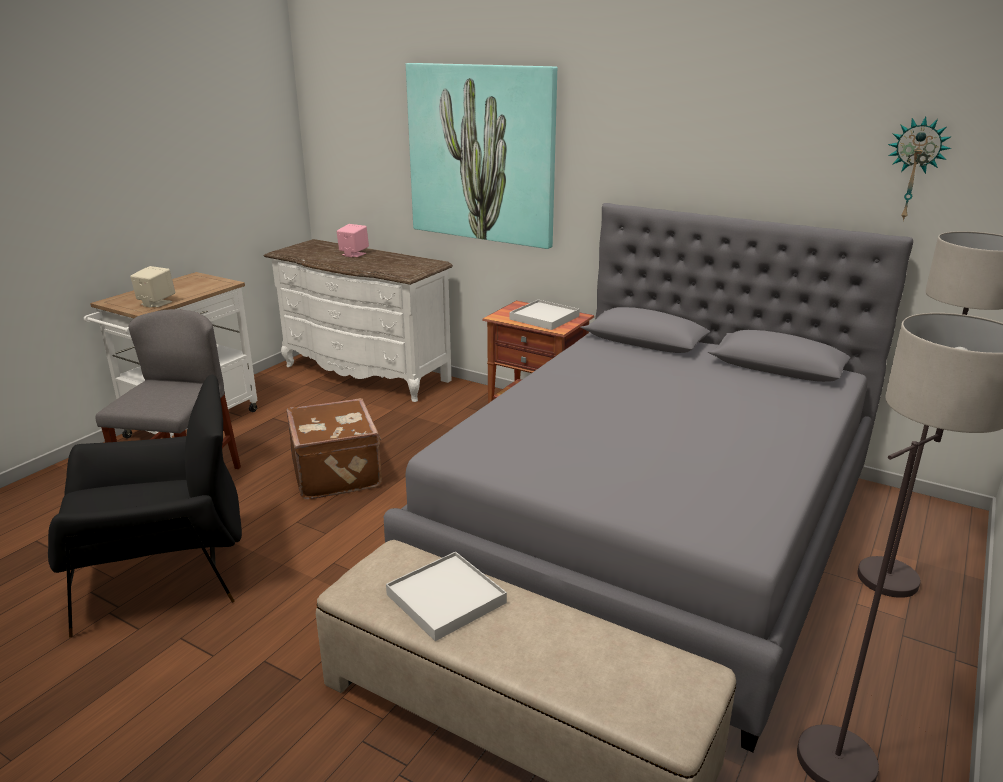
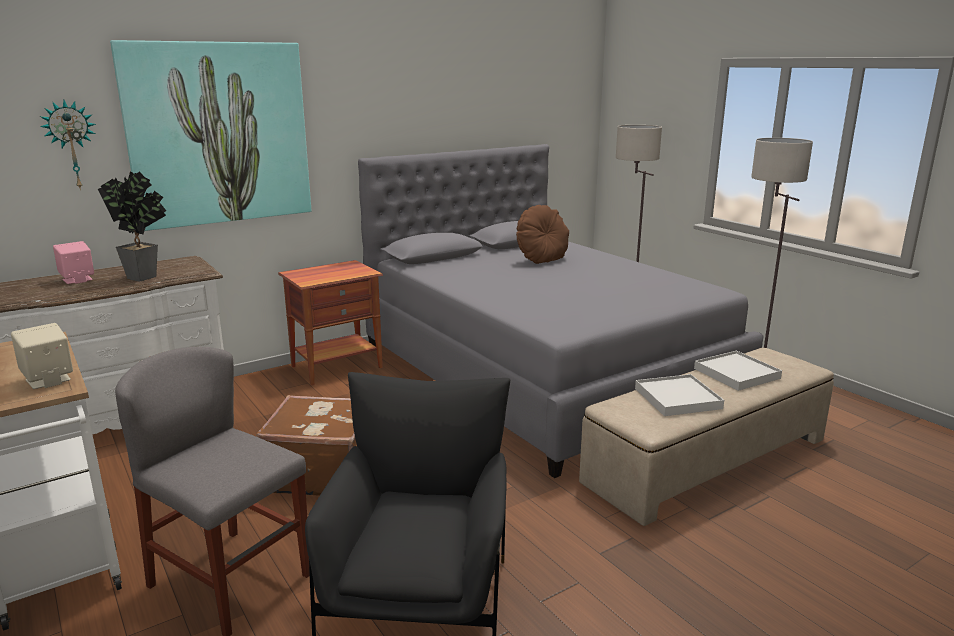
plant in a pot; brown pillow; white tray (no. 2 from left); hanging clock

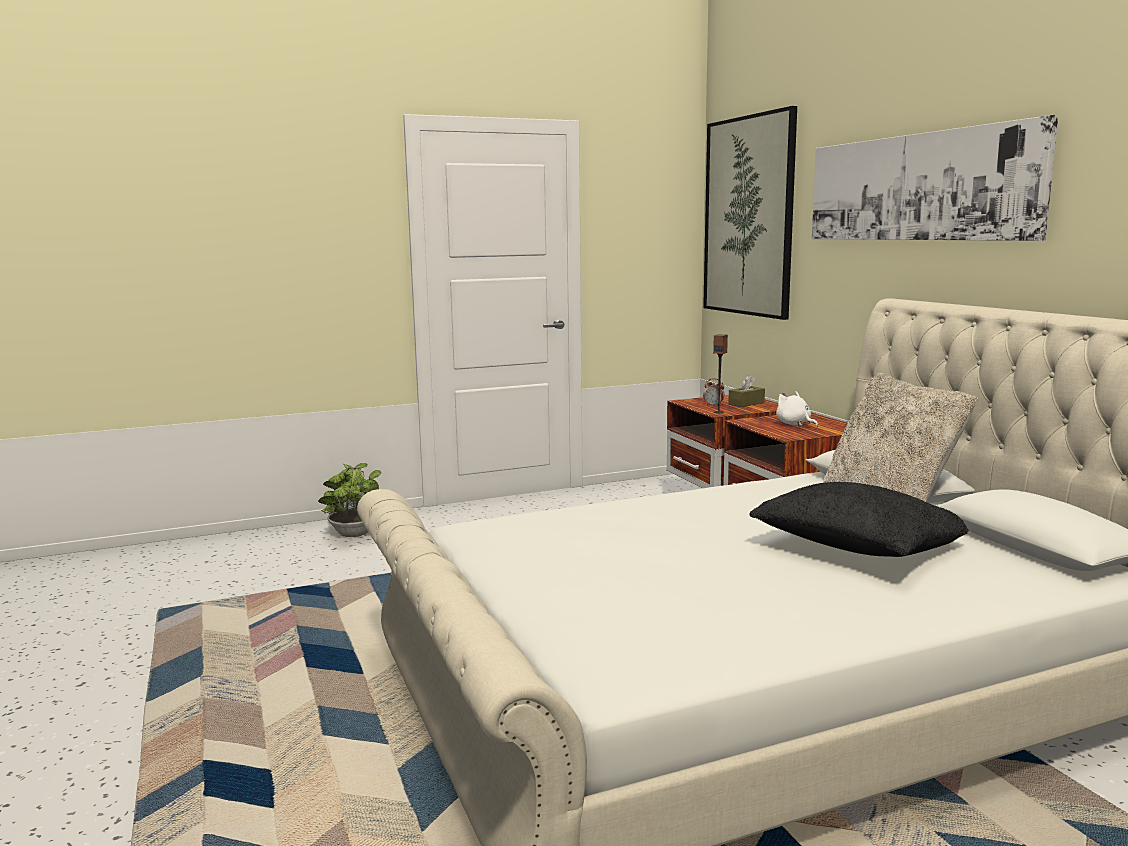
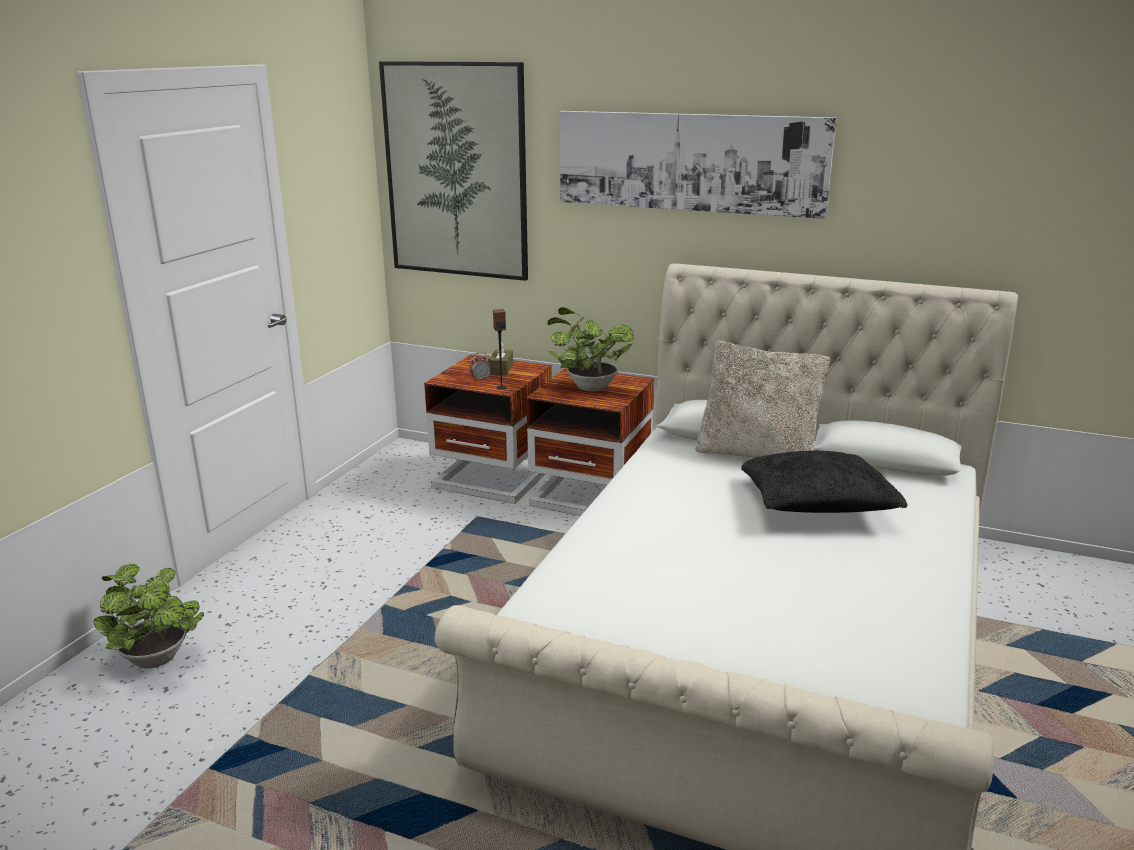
plant in a pot (no. 2 from left)

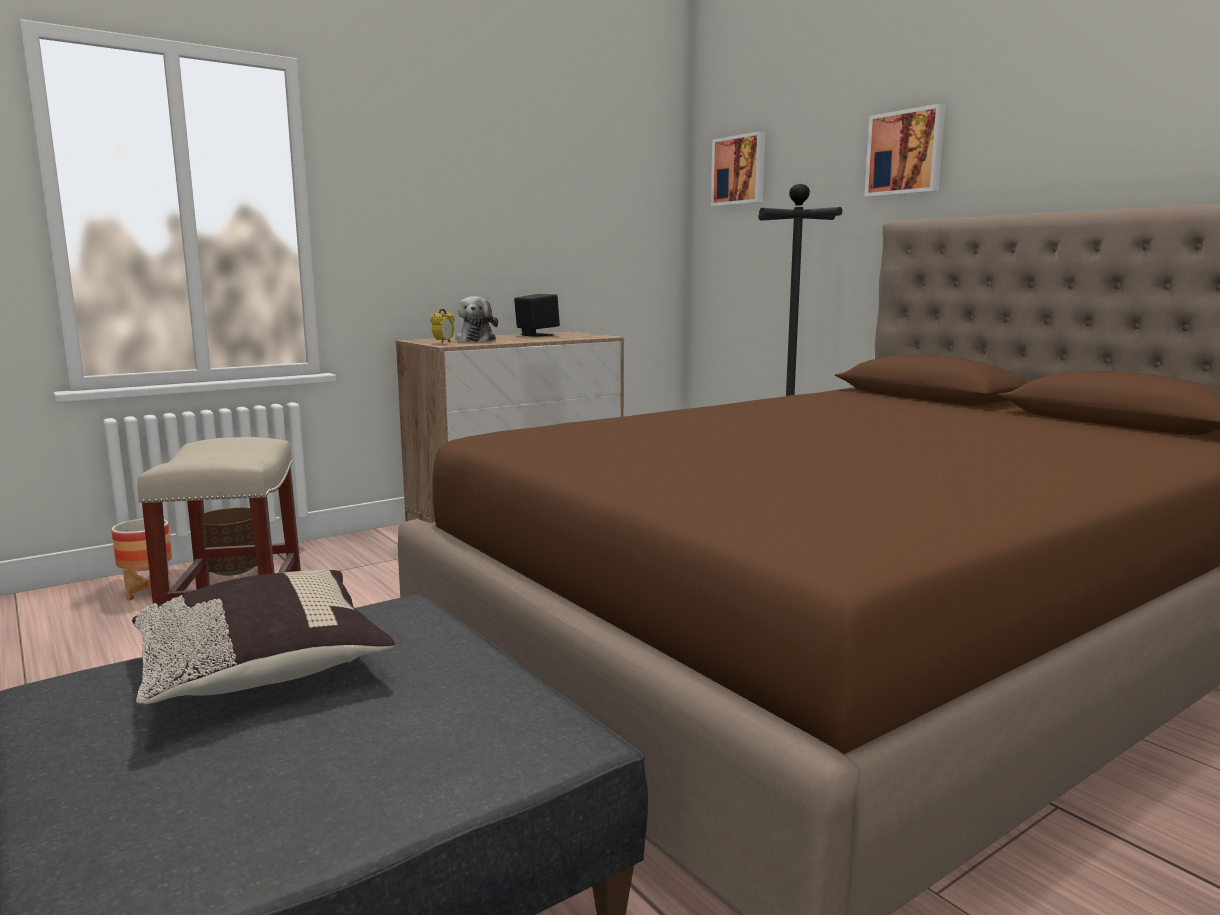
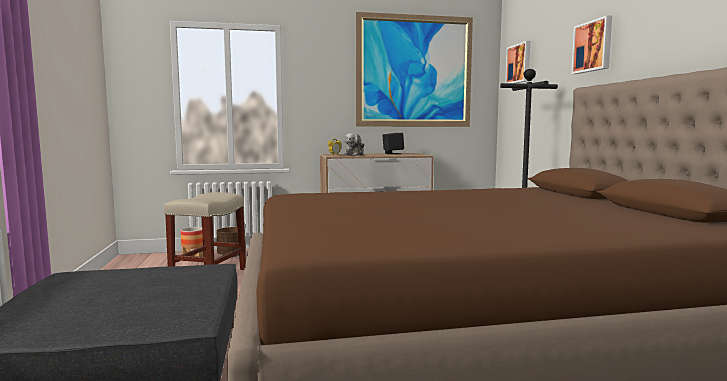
pillow; wall art (no. 1 from left)

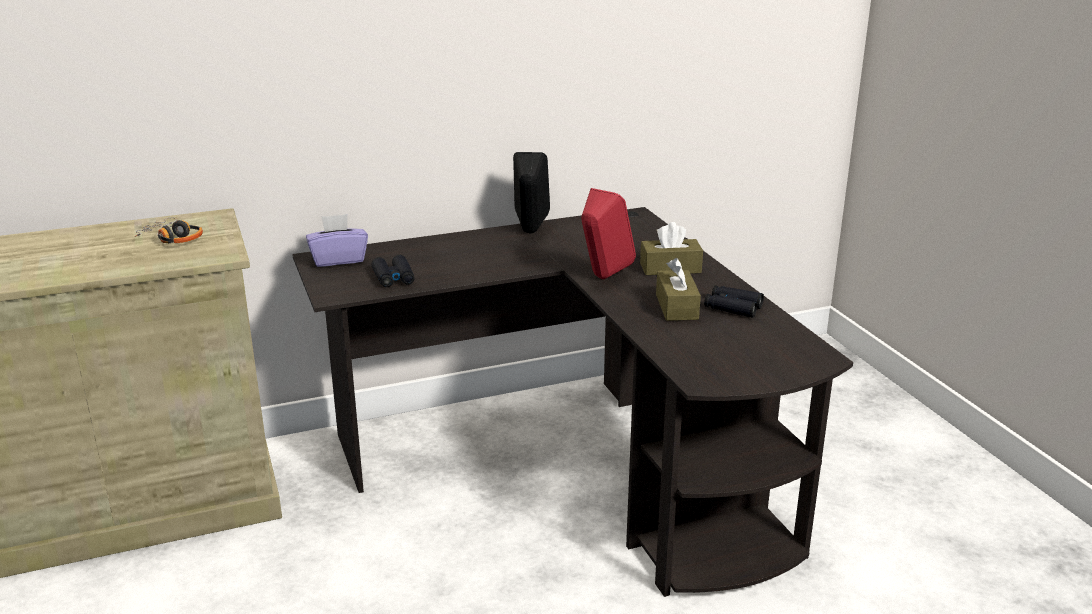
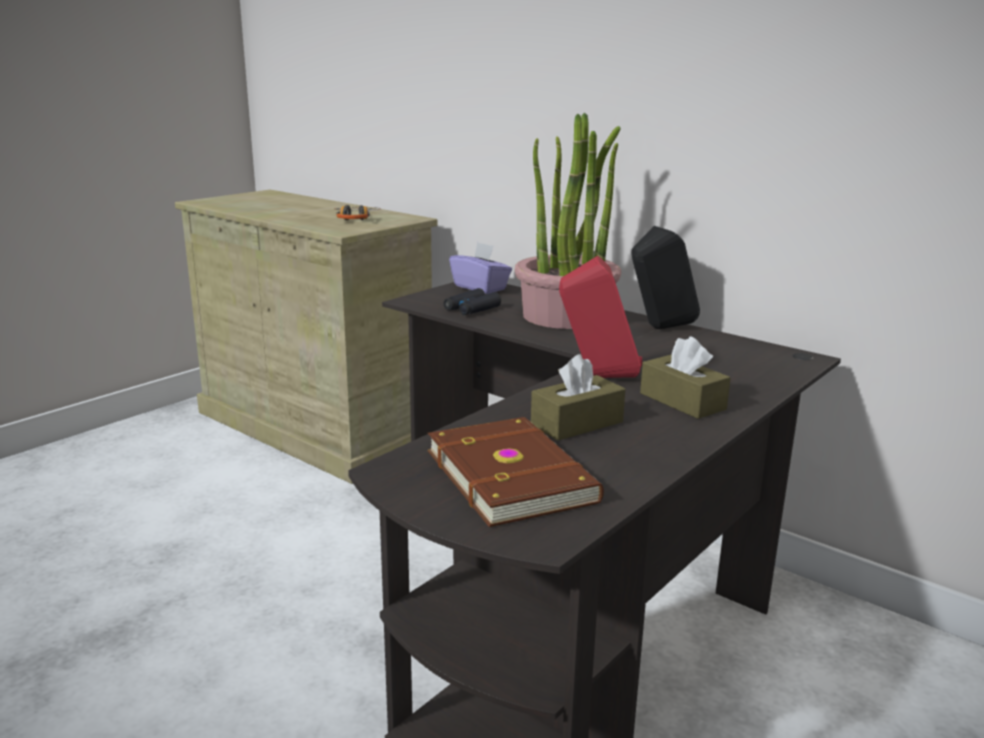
blackish pair of binoculars (no. 2 from left in the first image); brown volume; plant in a pot

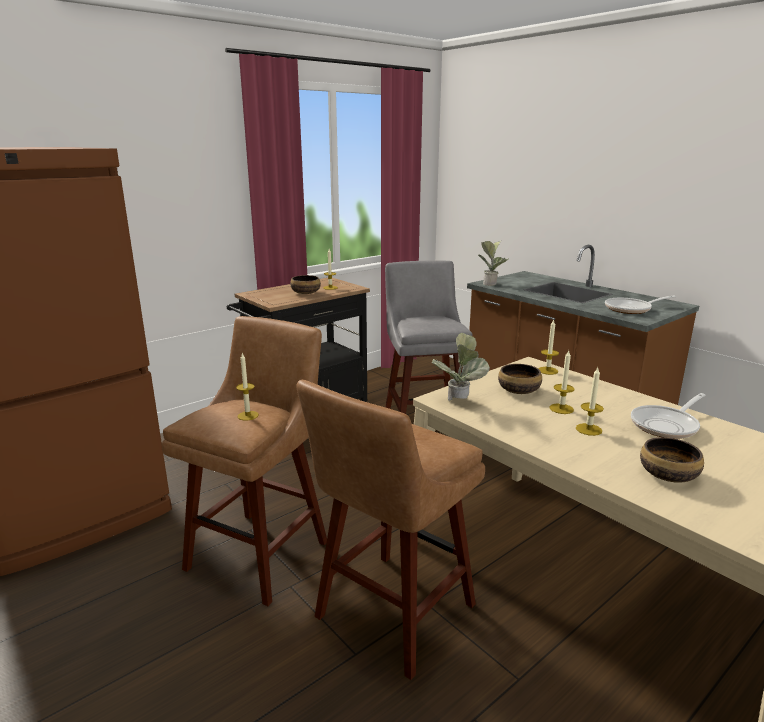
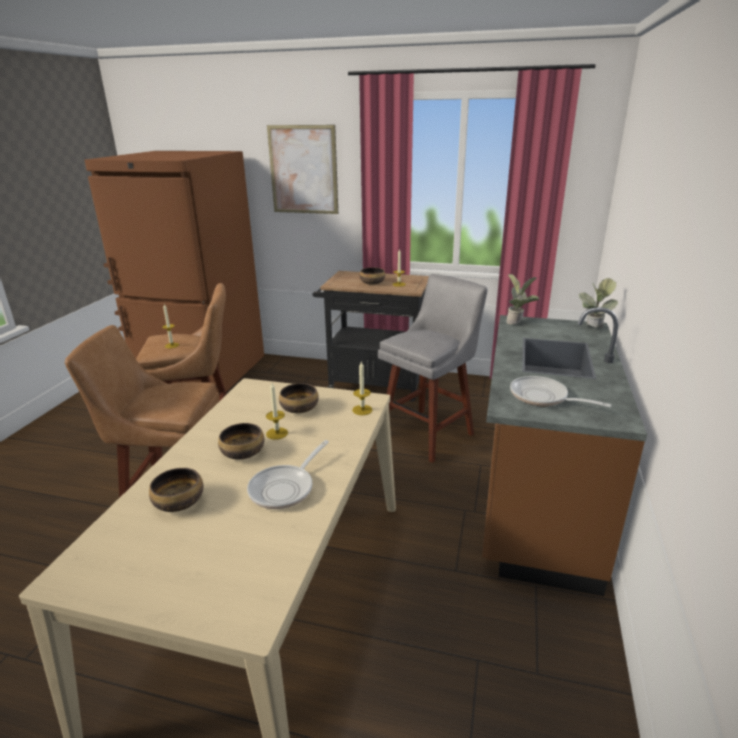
wall art; plant in a pot (no. 2 from left); bowl (no. 2 from left); pan (no. 1 from left)

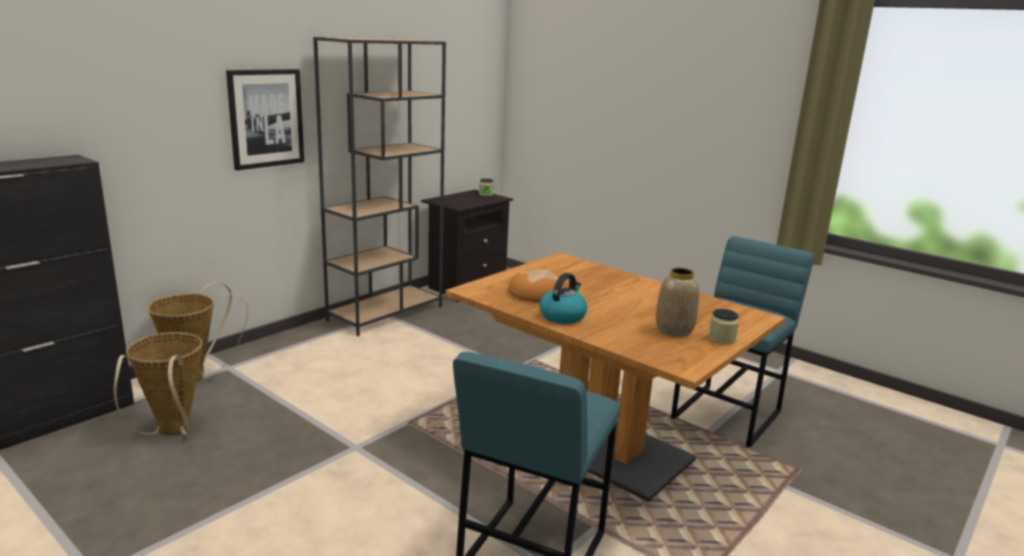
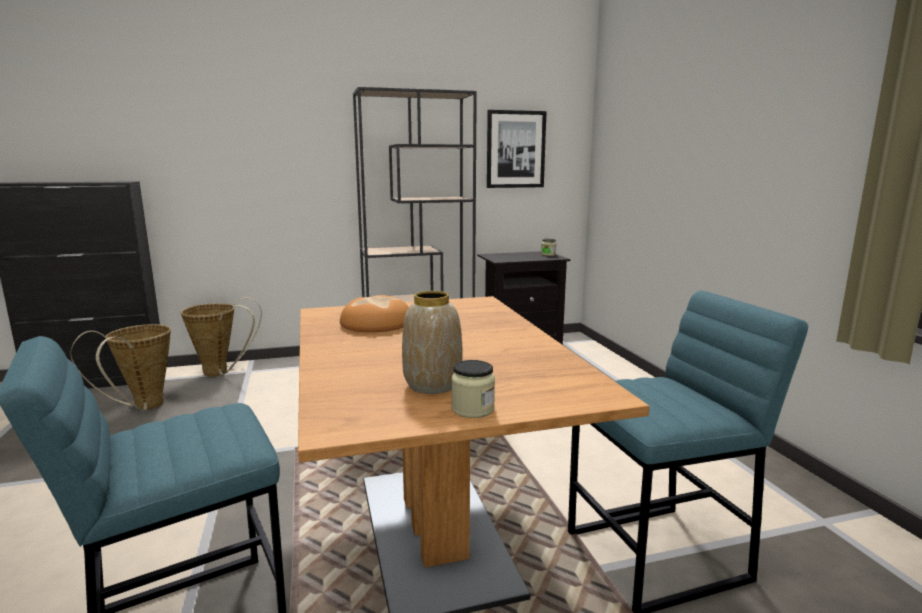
kettle; wall art

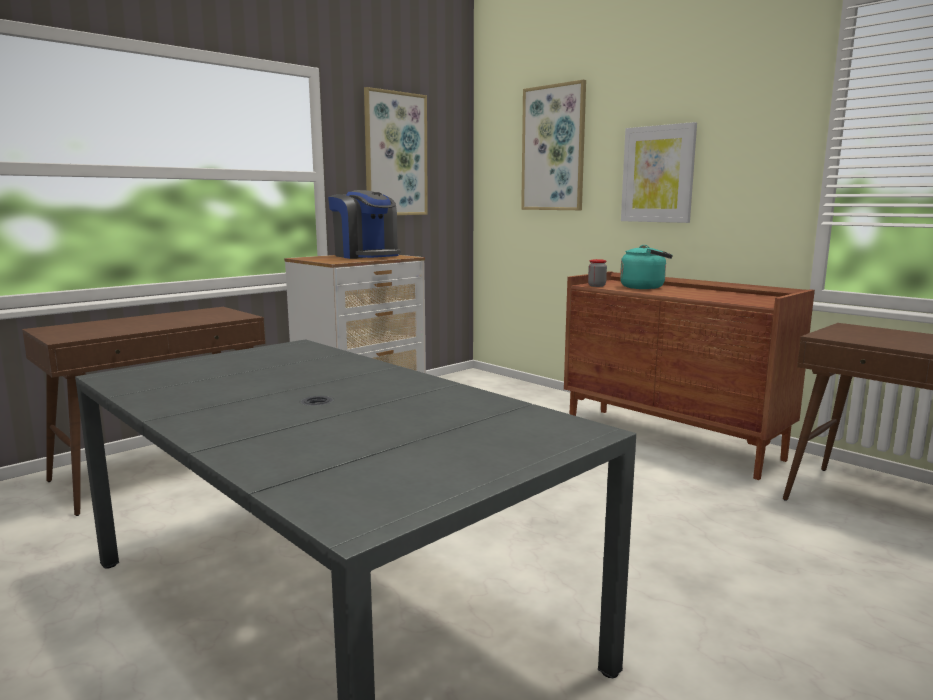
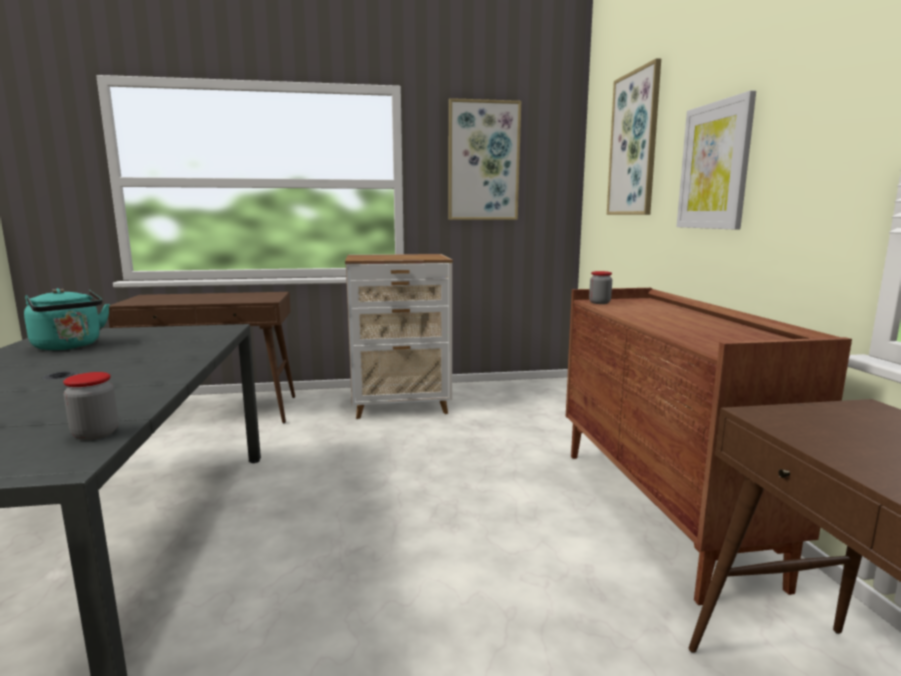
coffee machine; preserve jar (no. 1 from left); turquoise-coloured kettle

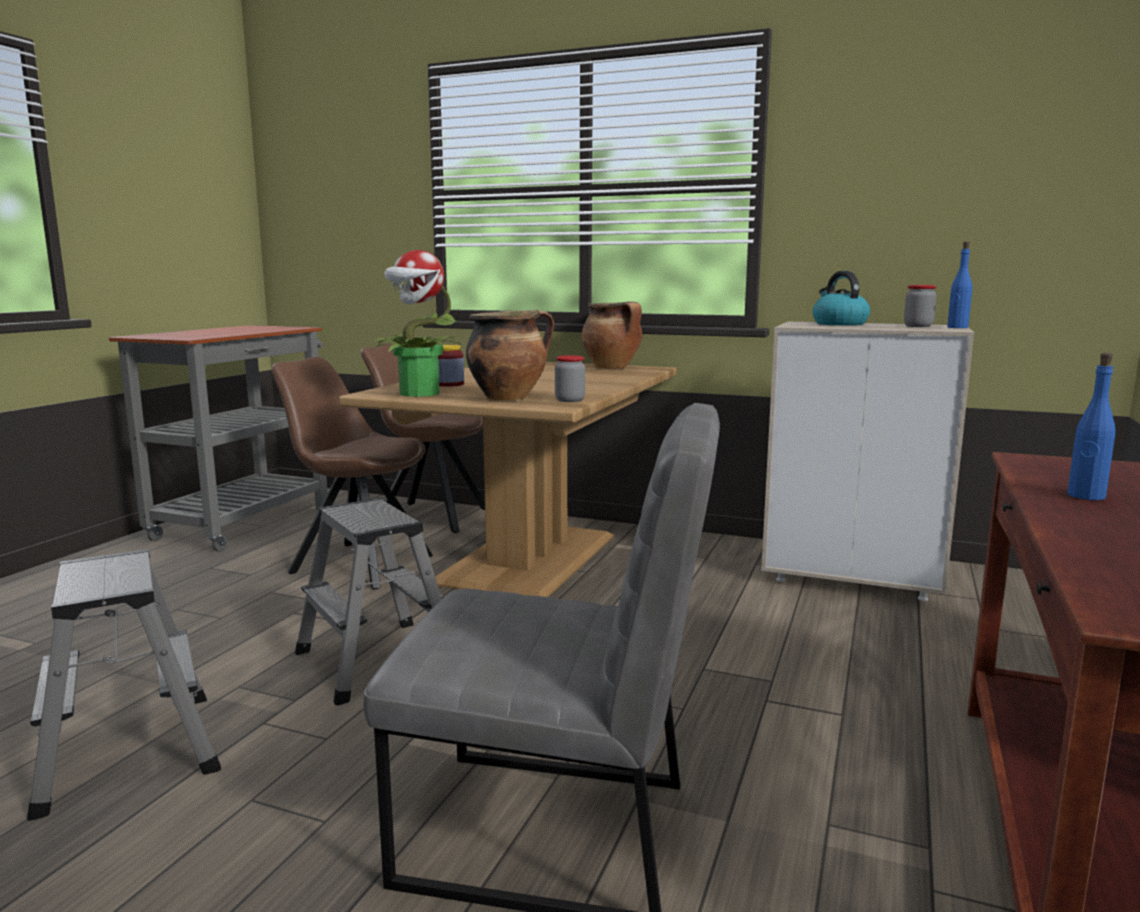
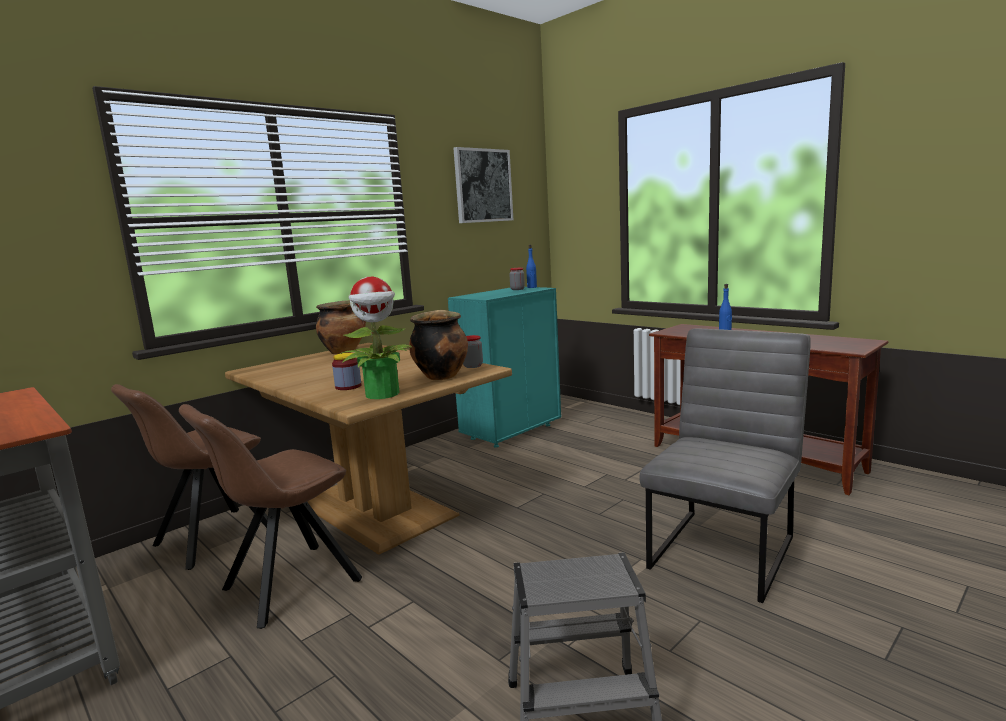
greyish step ladder (no. 2 from left in the first image); kettle; wall art; turquoise-coloured storage cabinet

